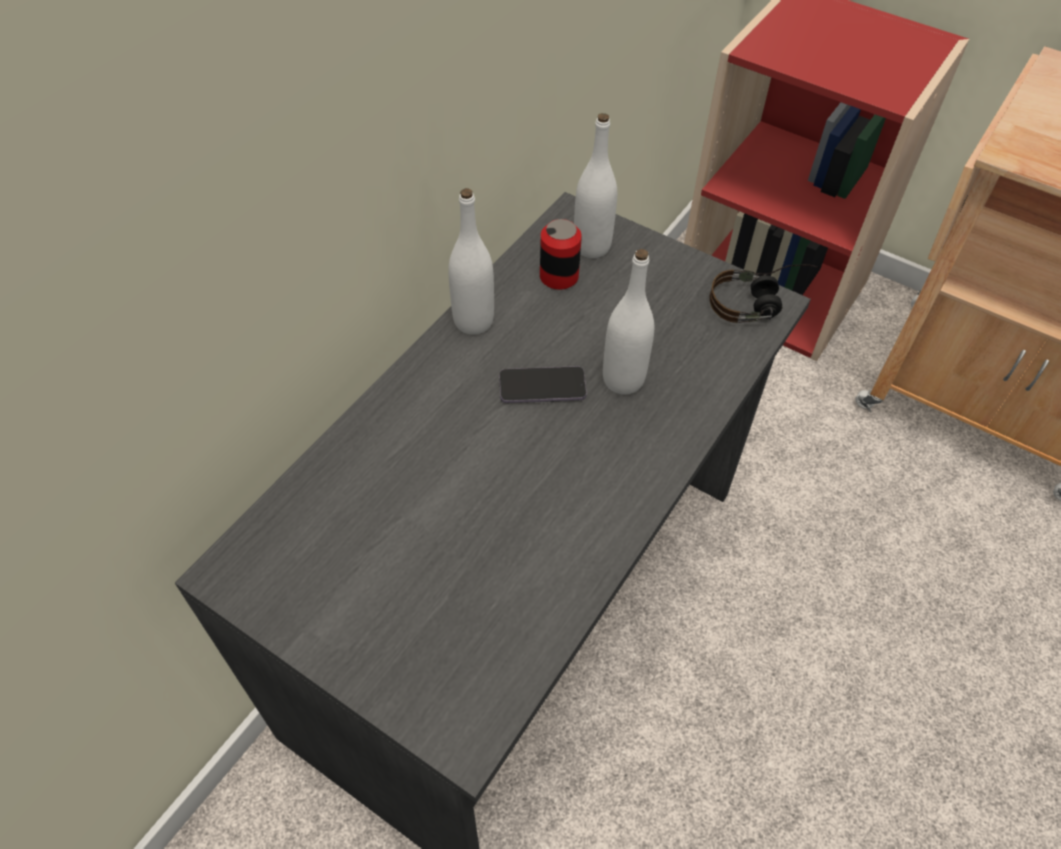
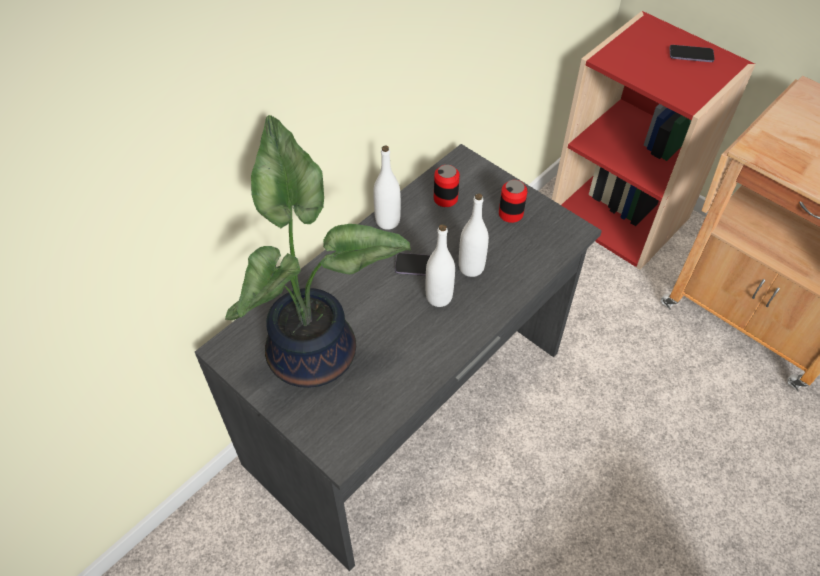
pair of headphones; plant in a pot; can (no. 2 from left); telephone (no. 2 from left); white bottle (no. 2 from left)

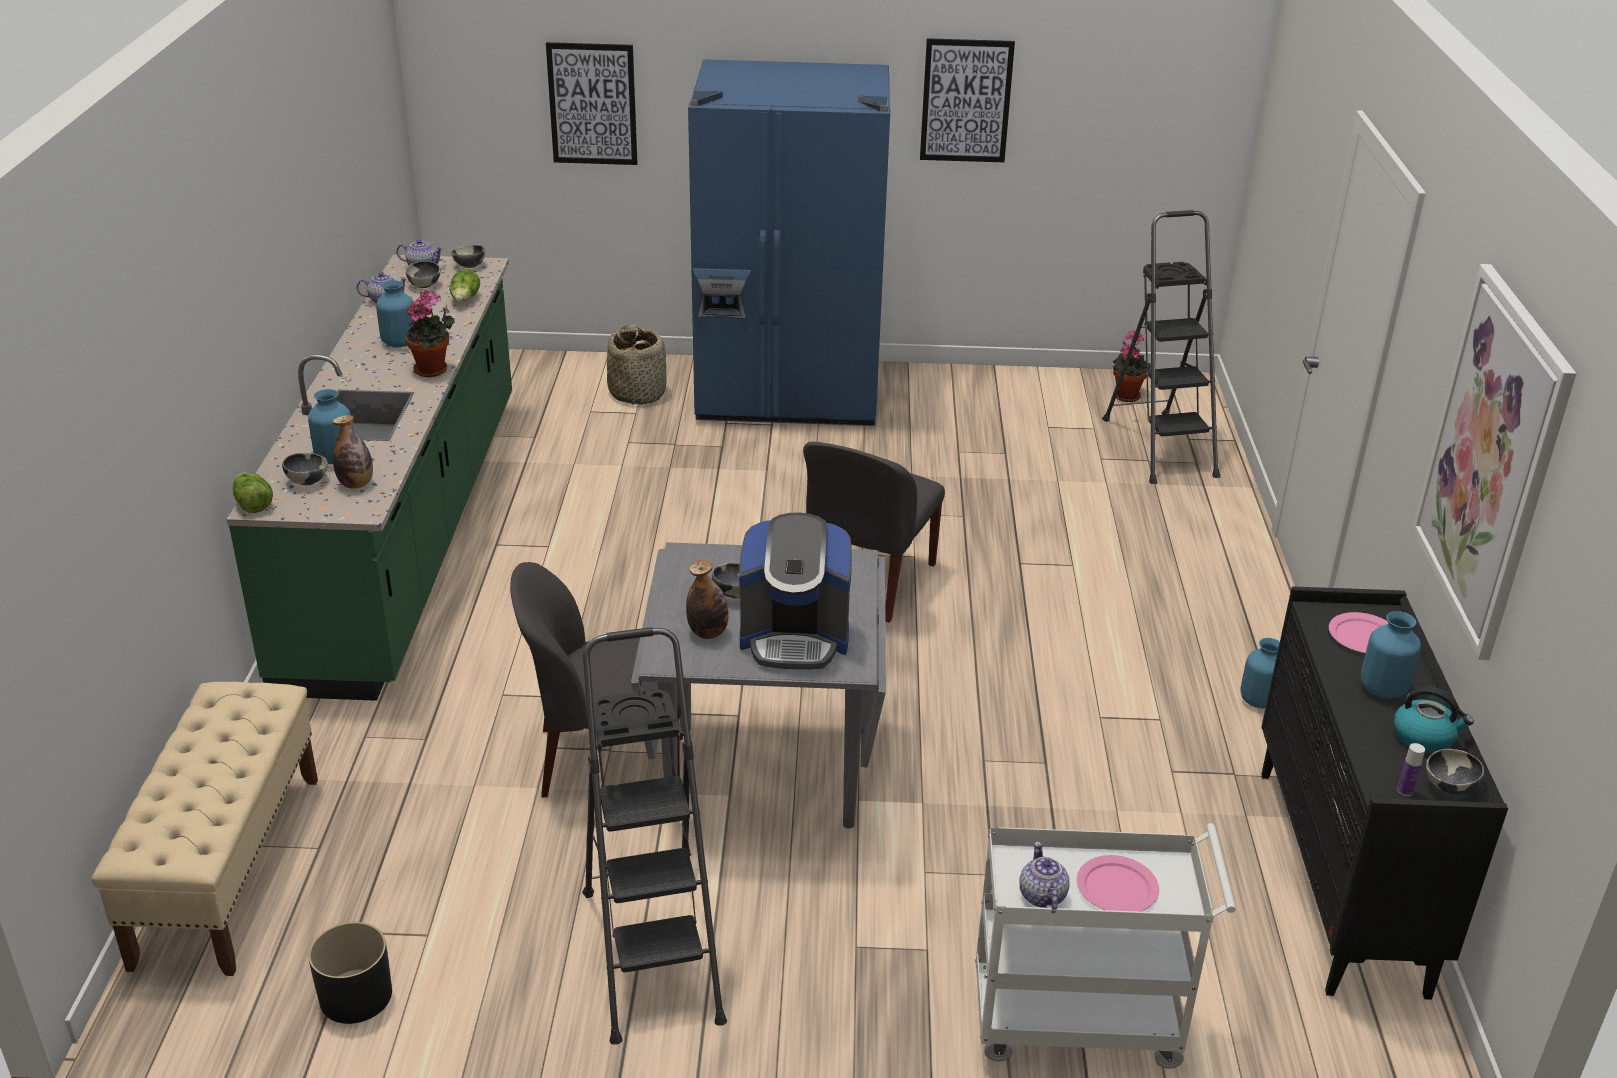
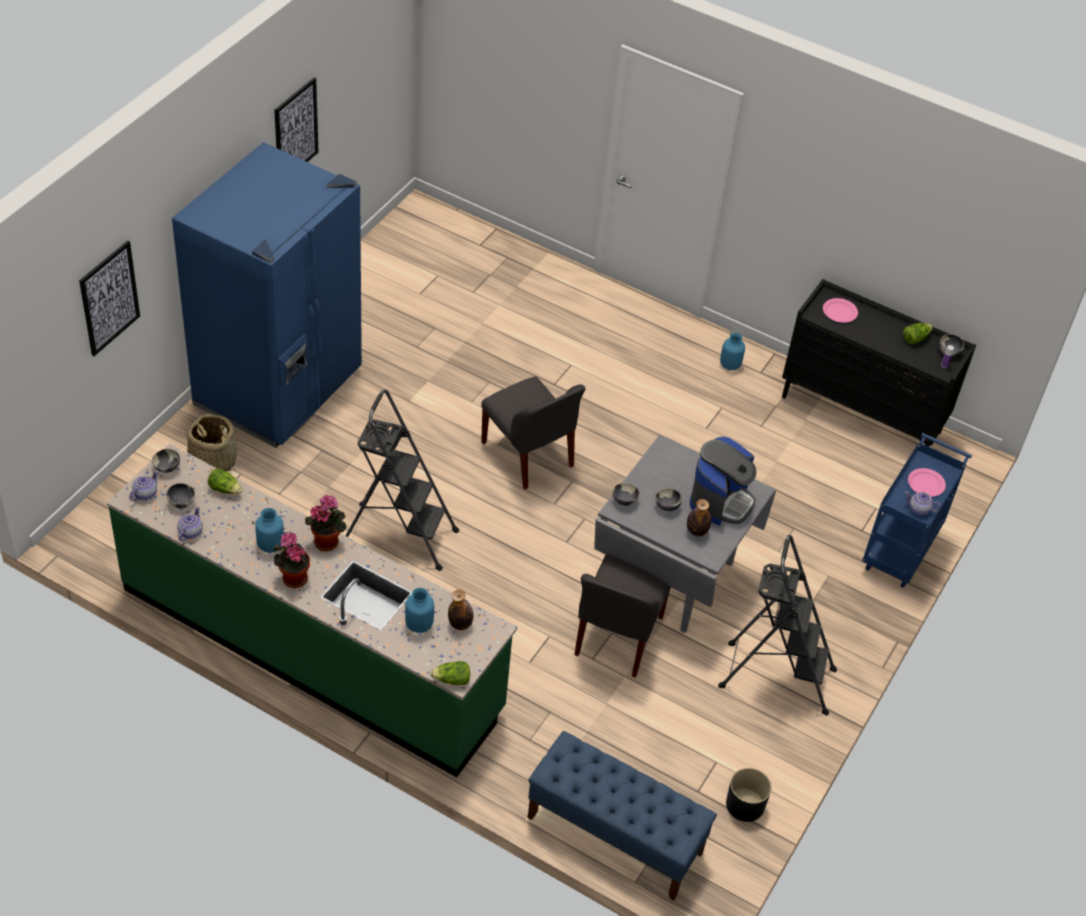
blue vase (no. 4 from left in the first image); wall art (no. 3 from left in the first image); bowl (no. 3 from left); step ladder (no. 1 from left); plant in a pot (no. 1 from left); lettuce head (no. 3 from left); blue bench; blue trolley

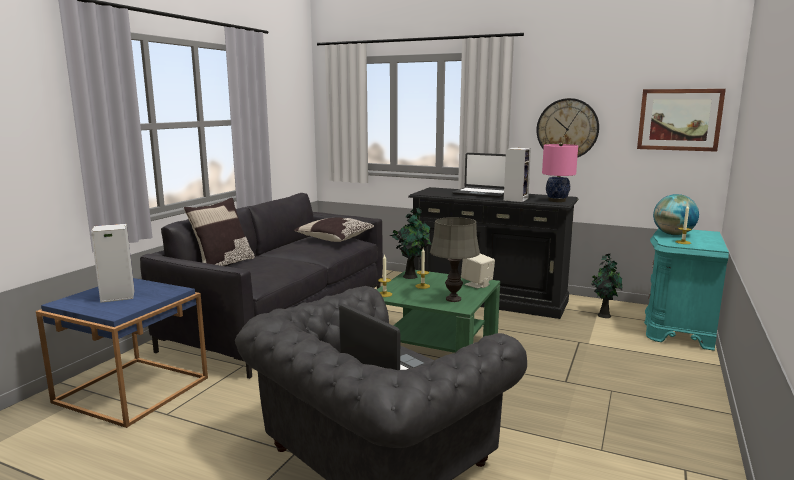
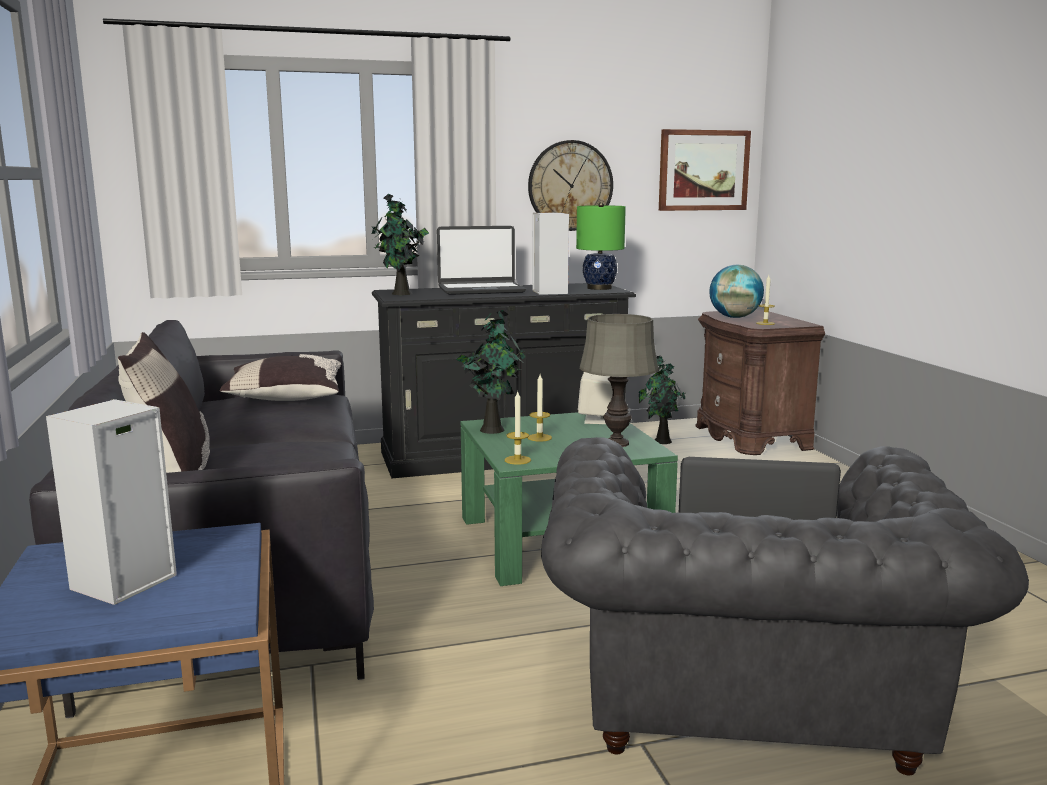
plant in a pot (no. 1 from left); green-coloured table lamp; brown bedside table

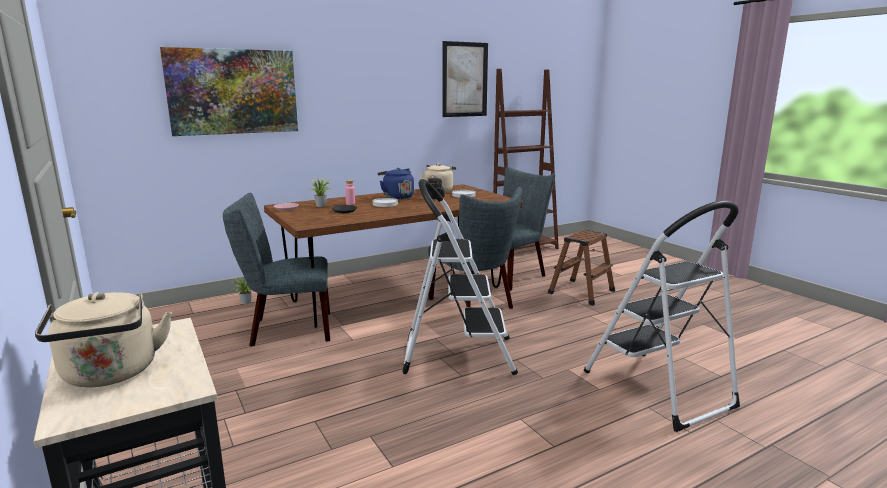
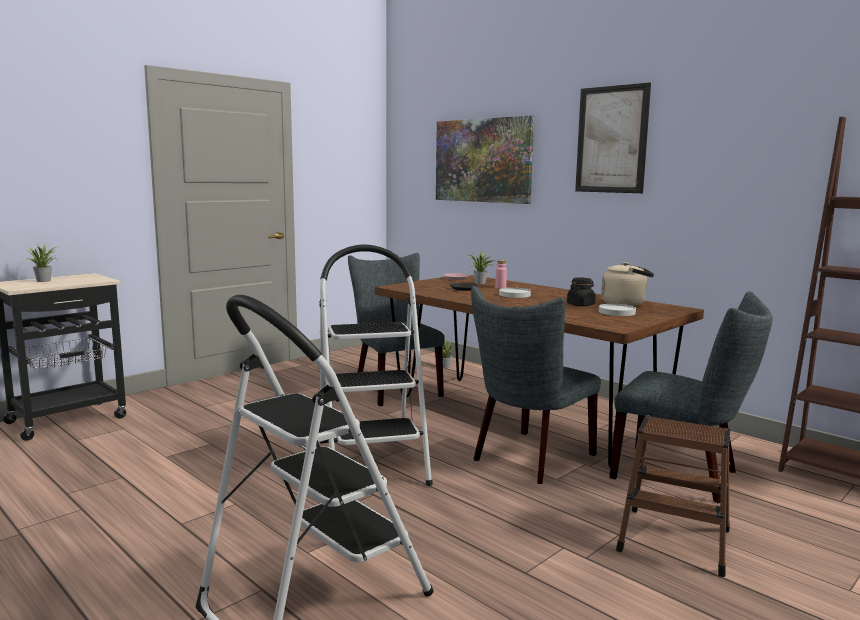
blue kettle; wall art (no. 2 from left); plant in a pot (no. 1 from left)

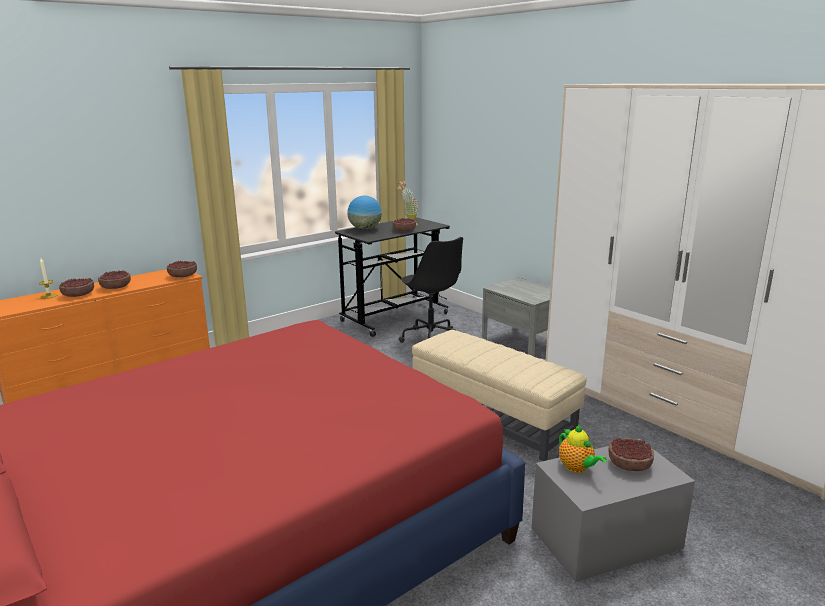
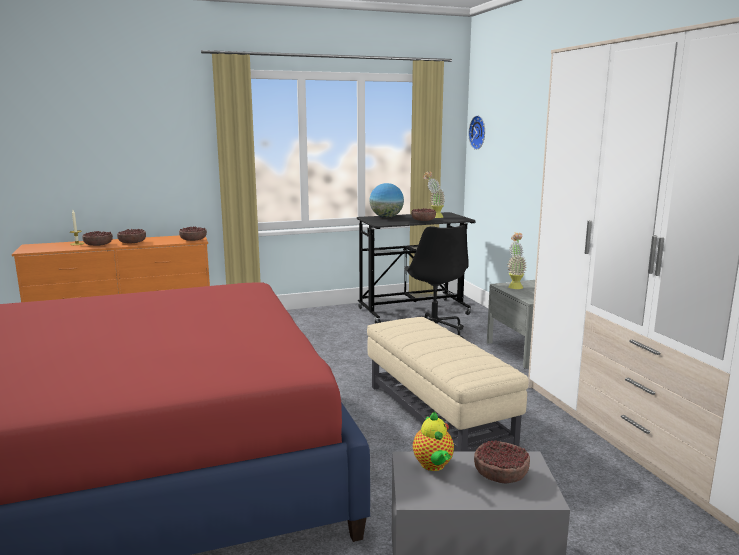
hanging clock; plant in a pot (no. 2 from left)

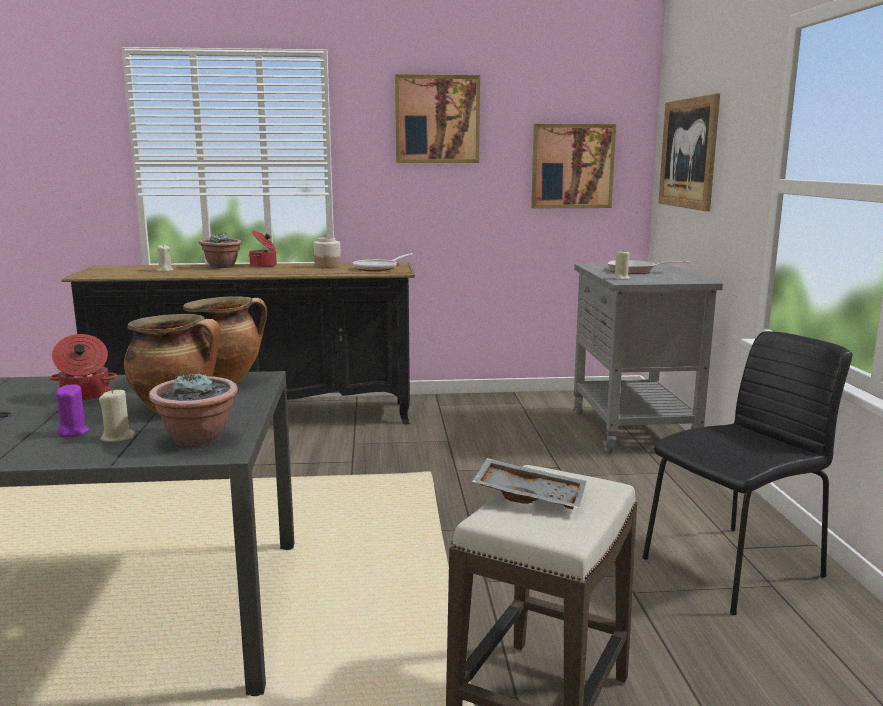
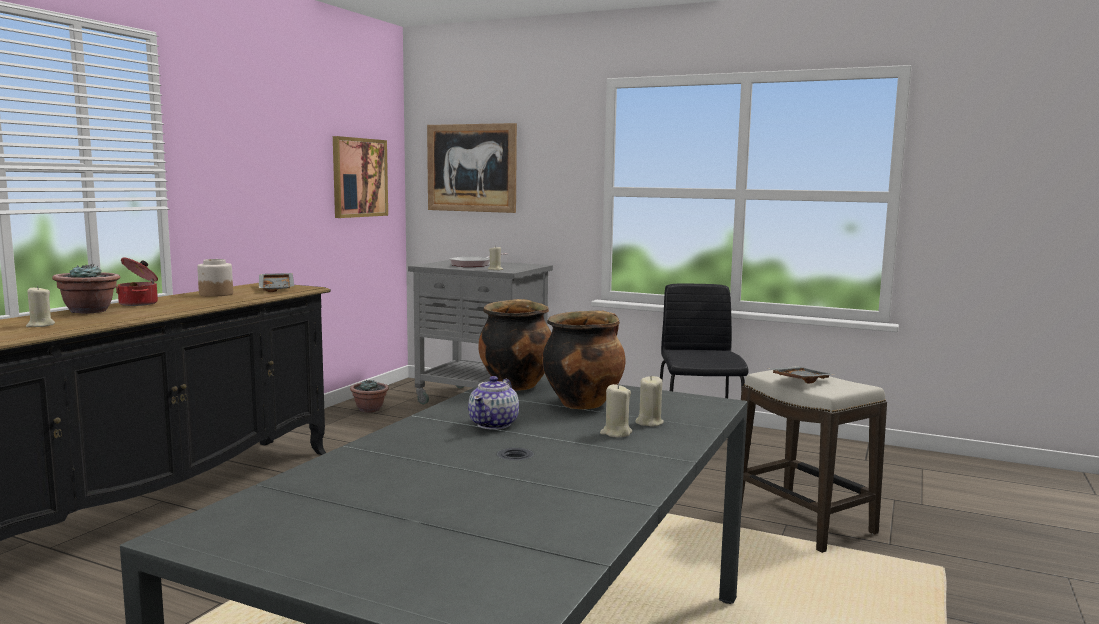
wall art (no. 1 from left in the first image); plant in a pot (no. 2 from left); pot for tea; greyish tray (no. 1 from left); sand-coloured wax light (no. 3 from left)

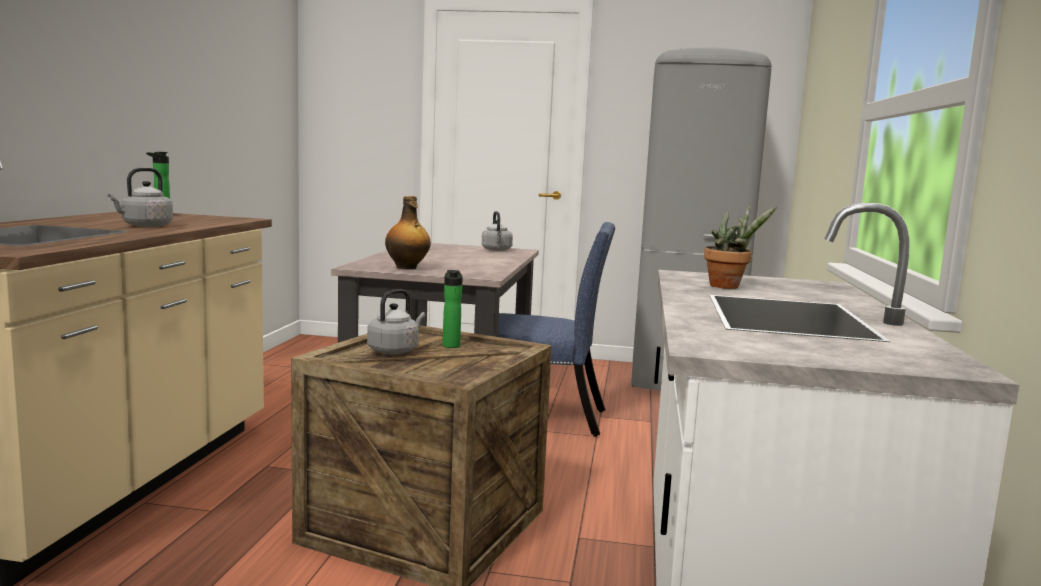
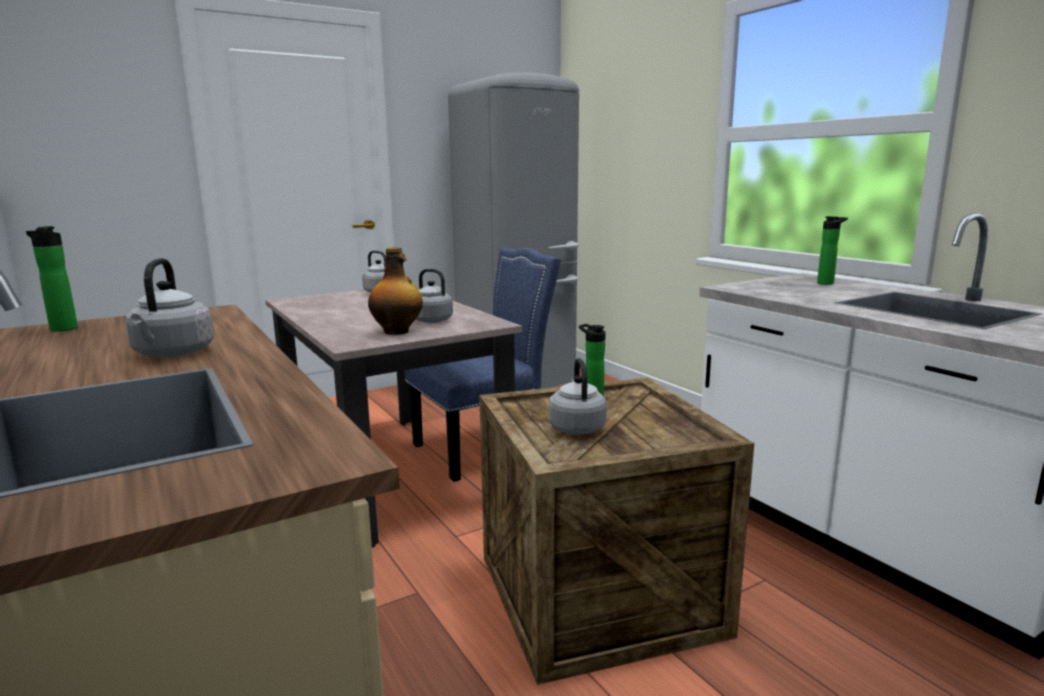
plant in a pot; greyish kettle (no. 3 from left); bottle (no. 4 from left)

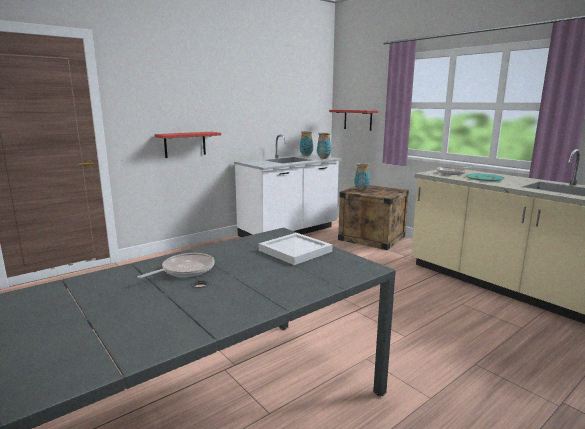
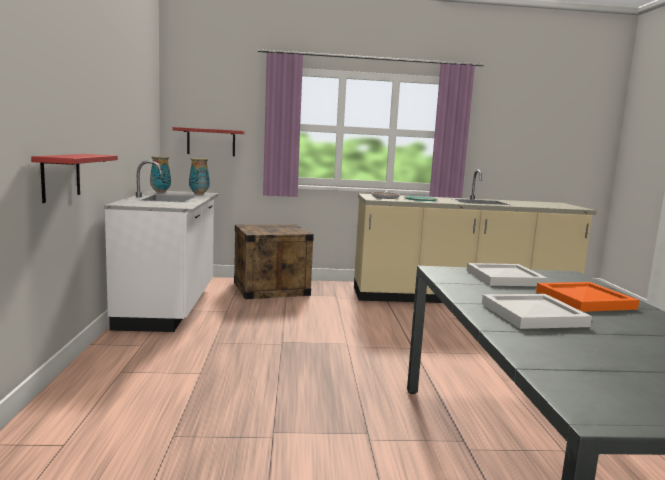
vase (no. 3 from left in the first image); orange-coloured tray; white tray (no. 2 from left)

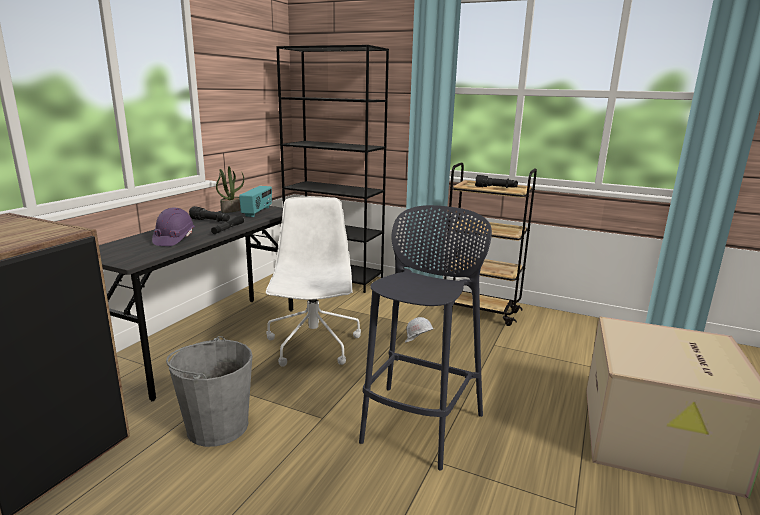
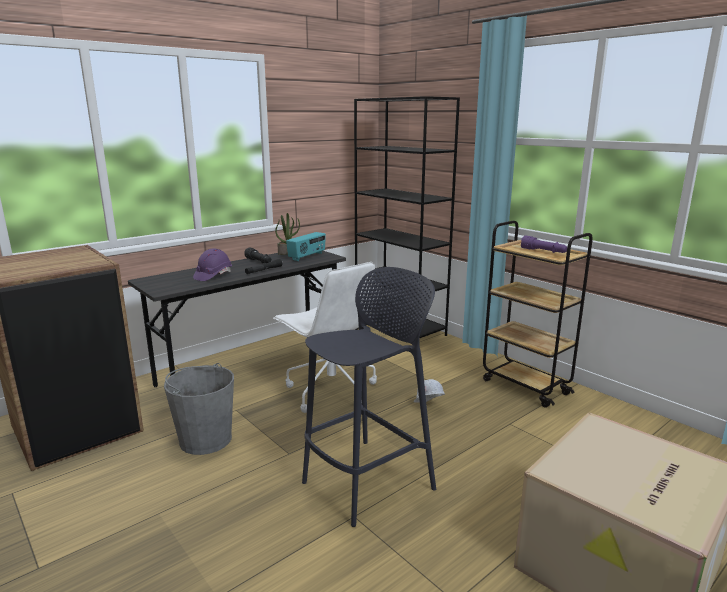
purple flashlight; white computer chair

